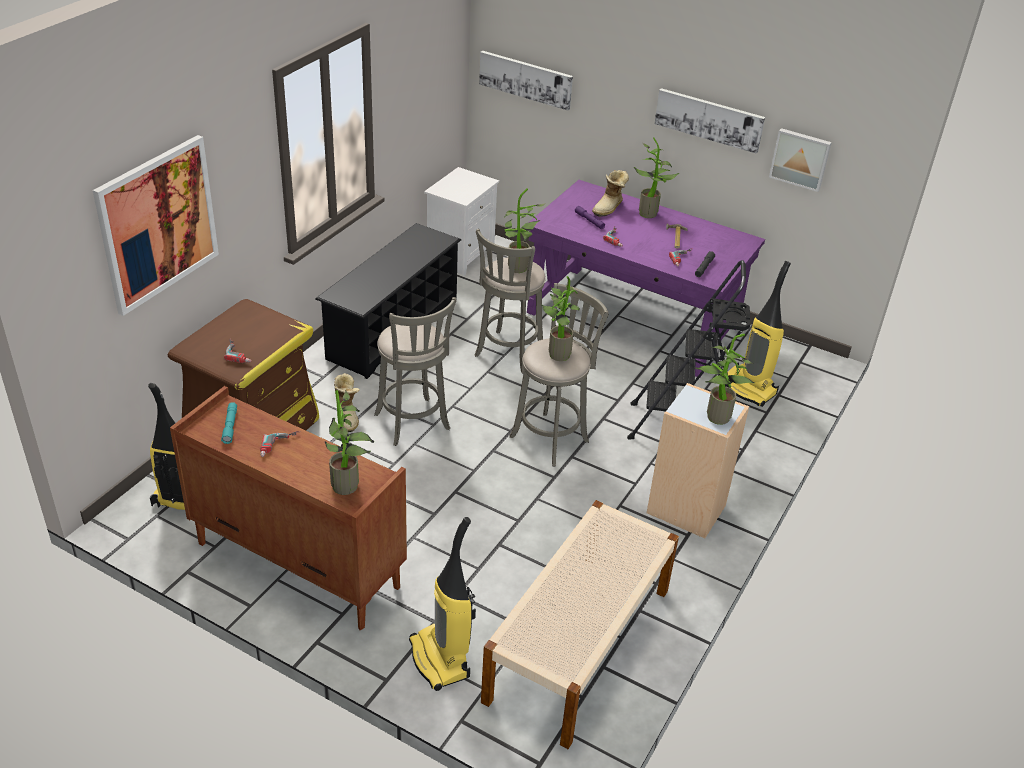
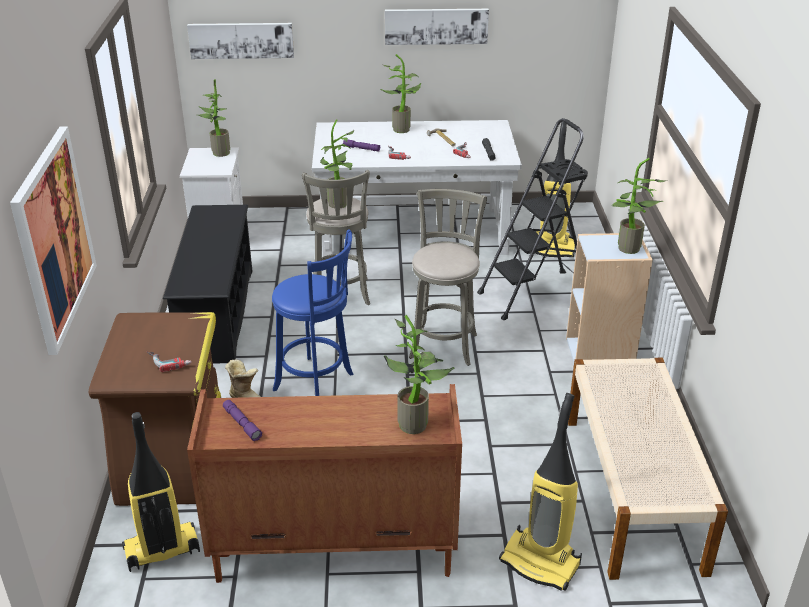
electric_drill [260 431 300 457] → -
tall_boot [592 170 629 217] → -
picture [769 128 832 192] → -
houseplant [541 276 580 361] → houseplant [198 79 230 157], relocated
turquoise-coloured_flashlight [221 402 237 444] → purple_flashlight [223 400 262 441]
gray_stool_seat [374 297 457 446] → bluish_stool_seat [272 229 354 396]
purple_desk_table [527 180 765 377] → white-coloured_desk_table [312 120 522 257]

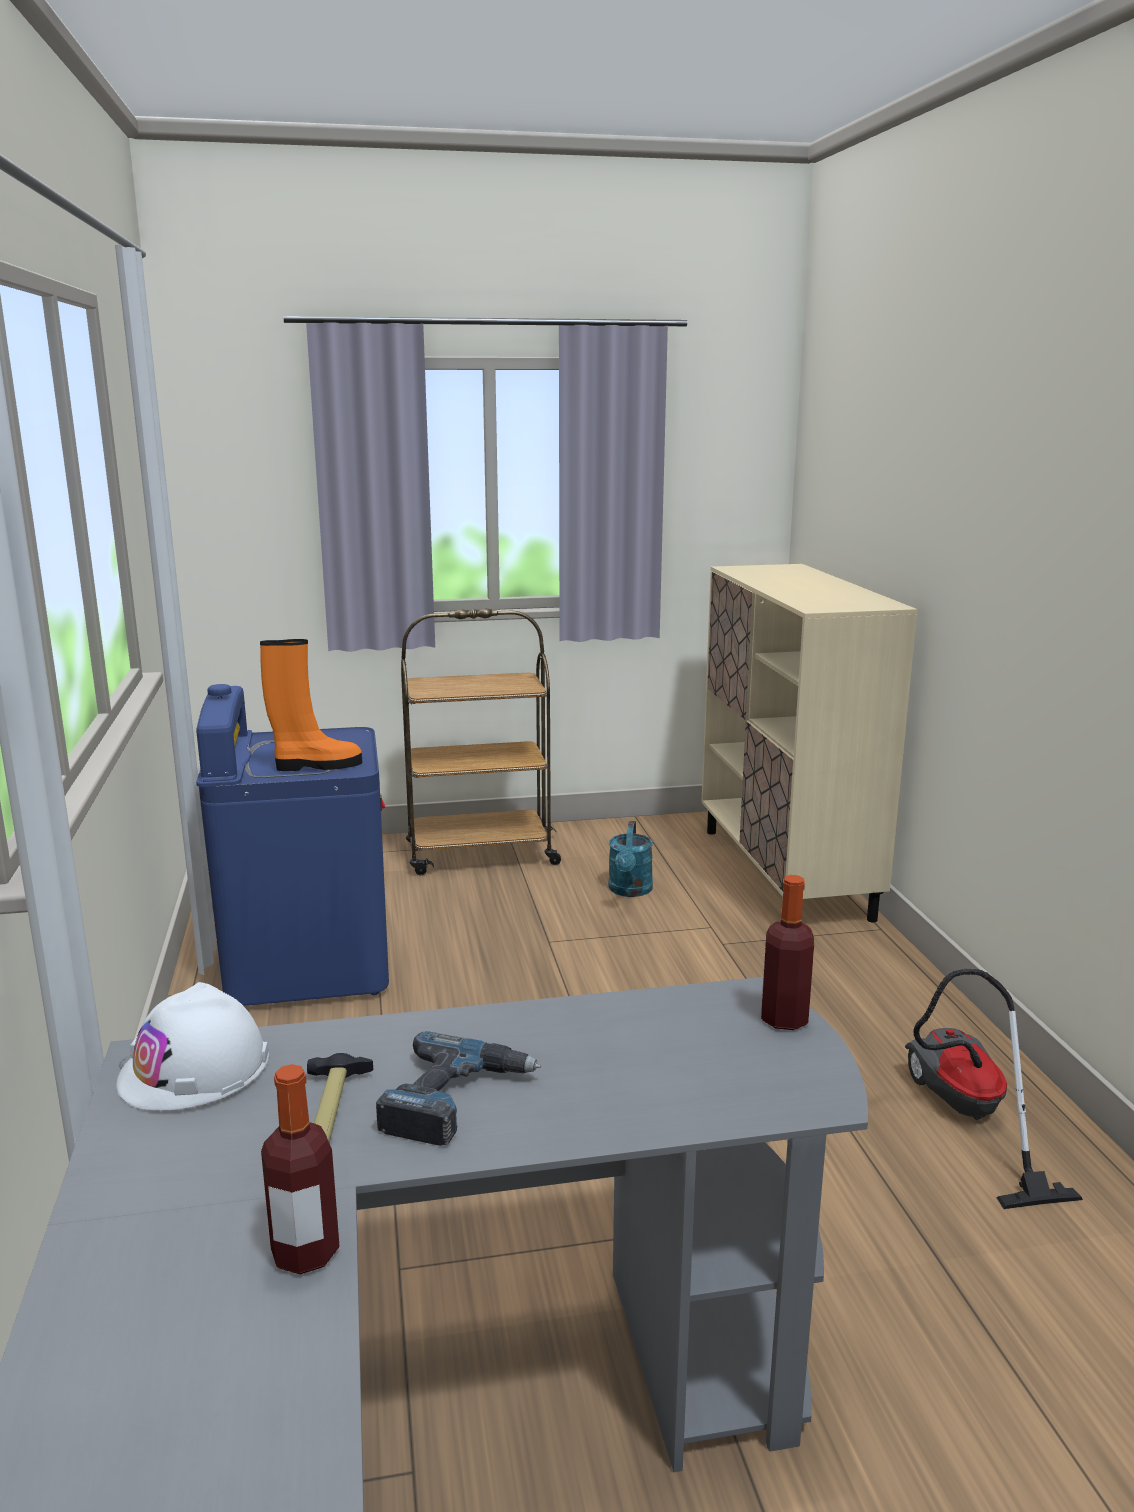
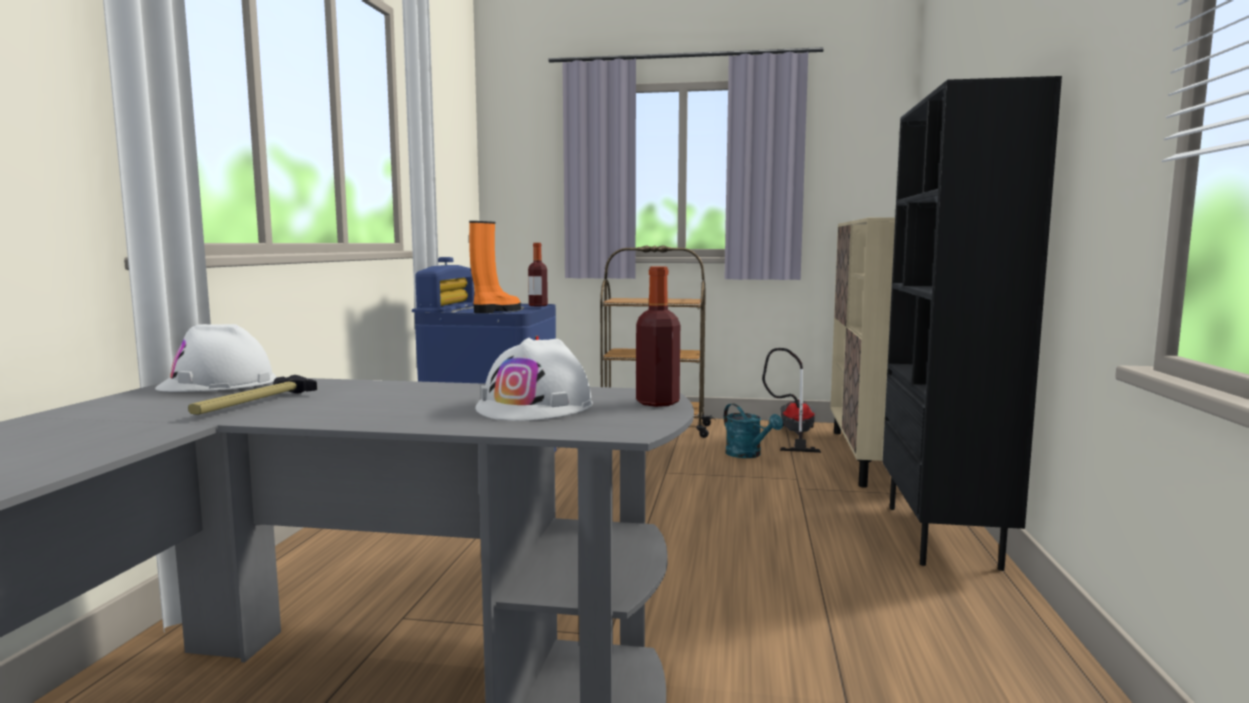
electric_drill [376 1031 541 1146] → -
- → white-coloured_work_helmet [475 338 593 421]
- → blackish_bookcase [883 76 1062 571]
beverage_bottle [261 1064 340 1274] → beverage_bottle [528 243 548 306], relocated
vacuum_cleaner [905 969 1083 1209] → vacuum_cleaner [762 348 821 453], relocated
orangey_tall_boot [260 639 362 771] → orangey_tall_boot [469 221 521 313], 60 degrees counterclockwise
turquoise-coloured_watering_pot [608 821 653 897] → turquoise-coloured_watering_pot [724 404 783 458], 60 degrees counterclockwise

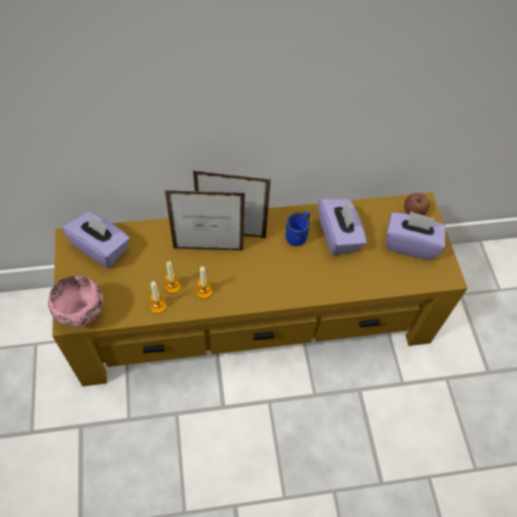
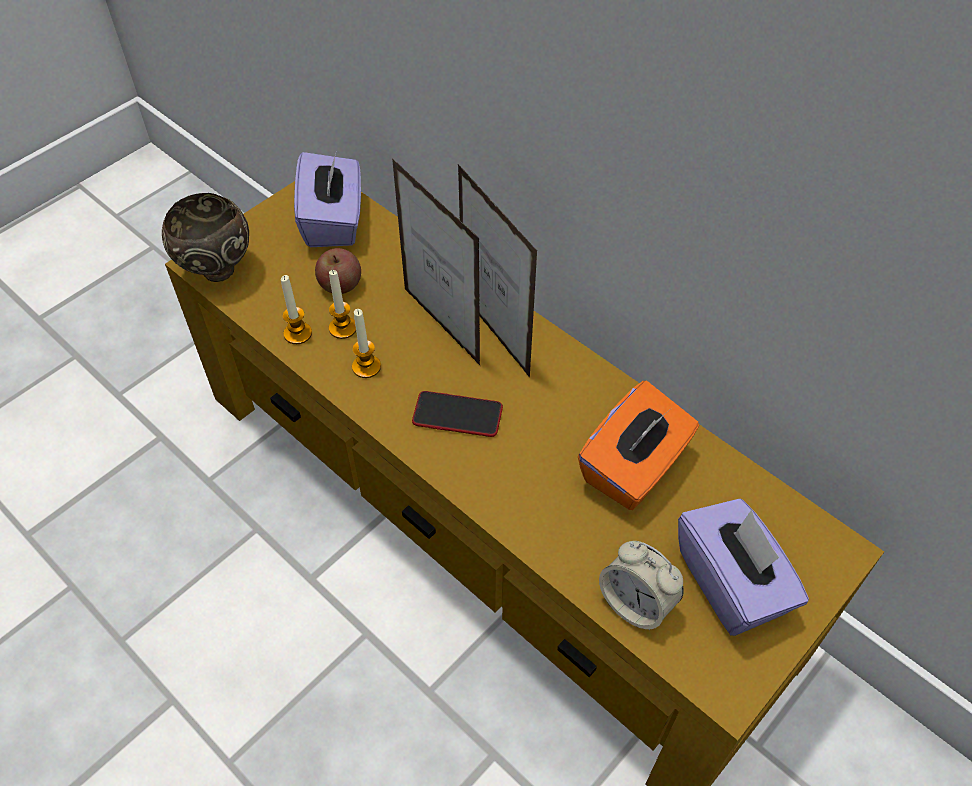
bluish_mug [286 211 310 246] → -
- → phone [412 391 503 437]
- → bedside_clock [599 541 684 630]
apple_fruit [404 193 430 215] → apple_fruit [315 248 361 294], relocated
pinkish_deep_dish [48 275 103 327] → brownish_deep_dish [162 193 249 282]
purple_tissue_box [318 199 367 256] → orangey_tissue_box [578 381 699 510]

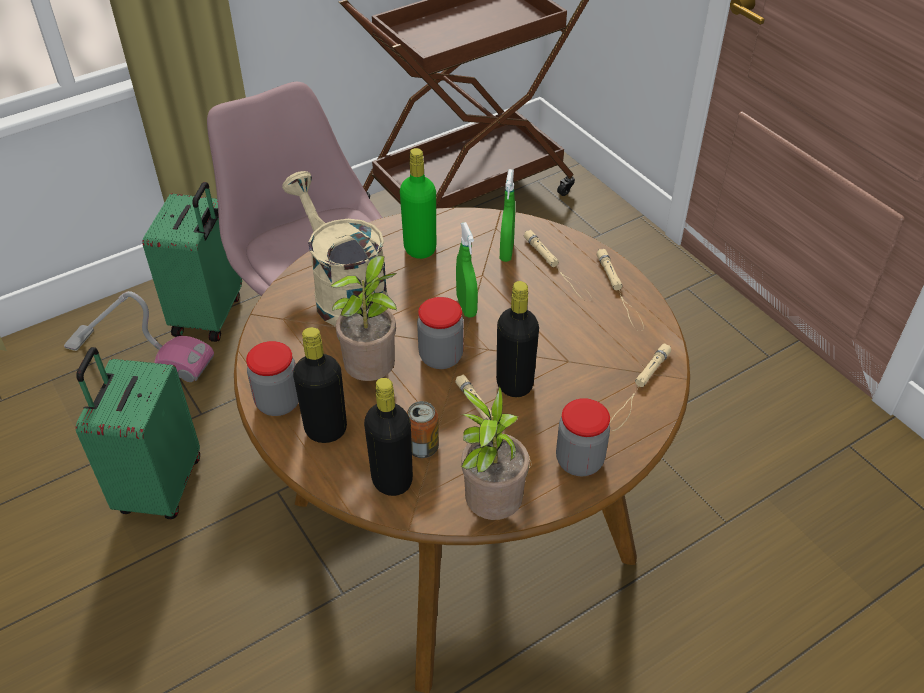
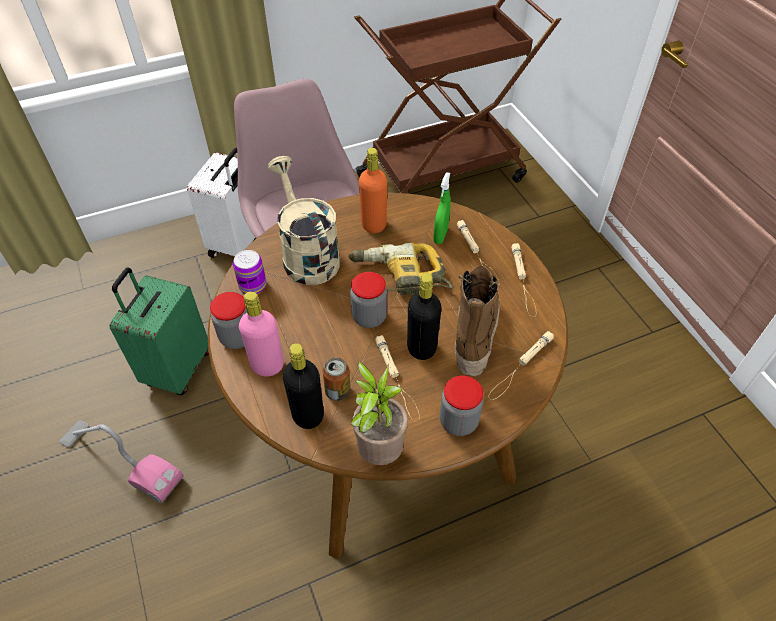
houseplant [330 255 397 381] → -
- → sealed_can [233 250 266 294]
- → tall_boot [455 266 500 376]
vacuum_cleaner [64 291 214 382] → vacuum_cleaner [59 420 184 503], relocated
greenish_sprayer [456 222 478 318] → electric_drill [348 242 453 296]
greenish_piece_of_luggage [143 182 242 342] → white-coloured_piece_of_luggage [187 148 255 260]
blackish_beverage_bottle [293 327 347 443] → pinkish_beverage_bottle [239 291 284 376]
greenish_beverage_bottle [400 148 436 259] → orangey_beverage_bottle [359 148 387 233]

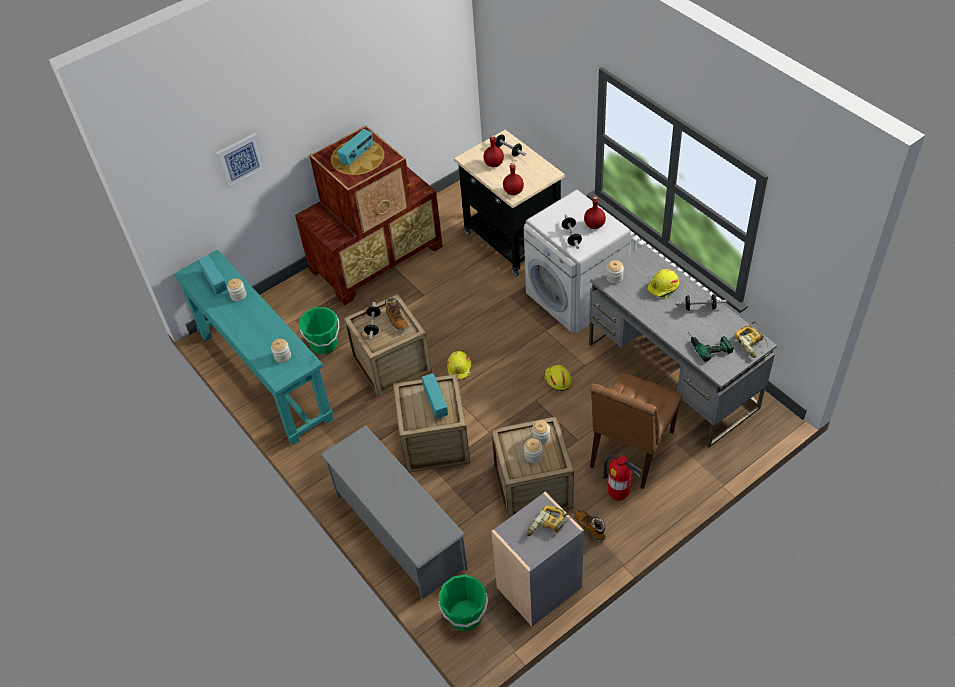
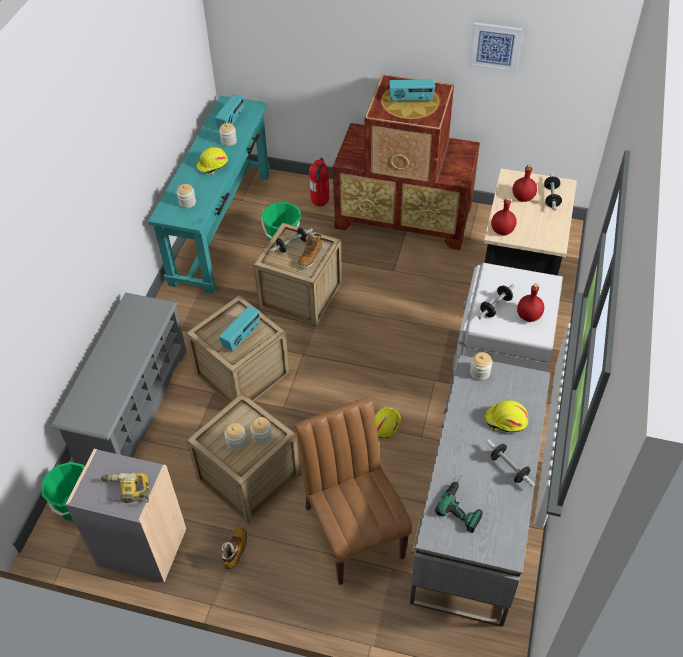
electric_drill [735 322 768 358] → -
picture [216 133 266 189] → picture [469 22 523 73], relocated
yellowish_work_helmet [447 351 471 380] → yellowish_work_helmet [196 147 228 175], relocated
fire_extinguisher [602 454 643 501] → fire_extinguisher [309 158 329 206], relocated
brownish_upright_chair [590 373 682 489] → brownish_upright_chair [295 398 412 585], 75 degrees clockwise

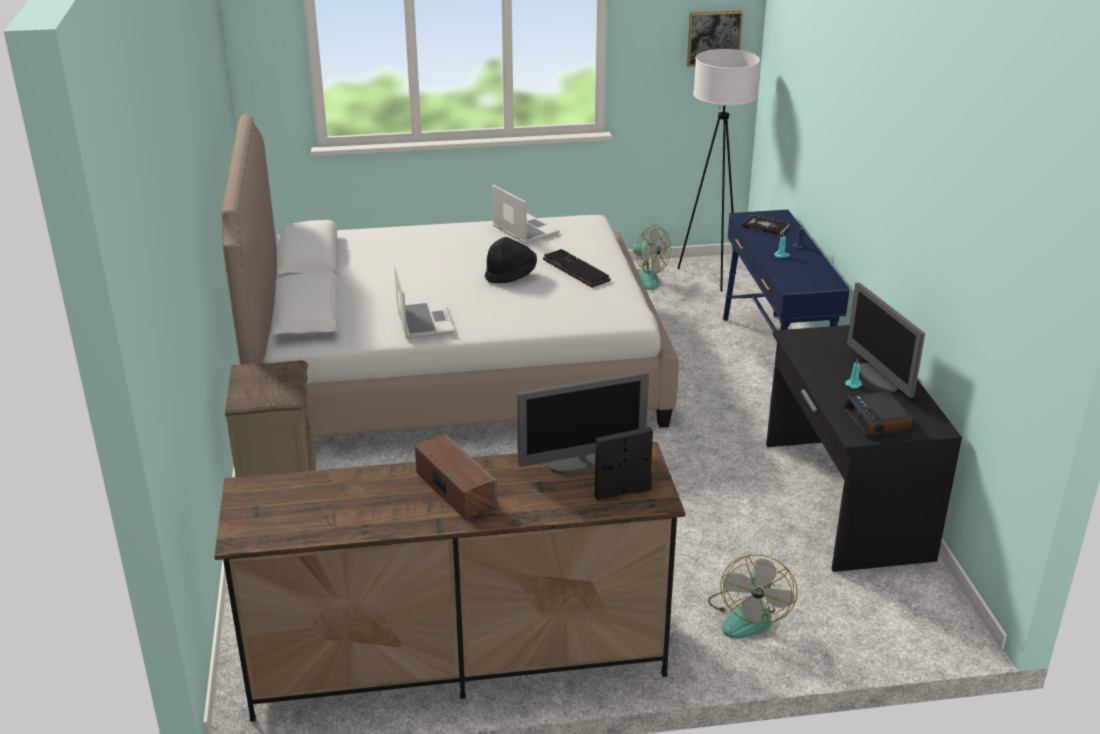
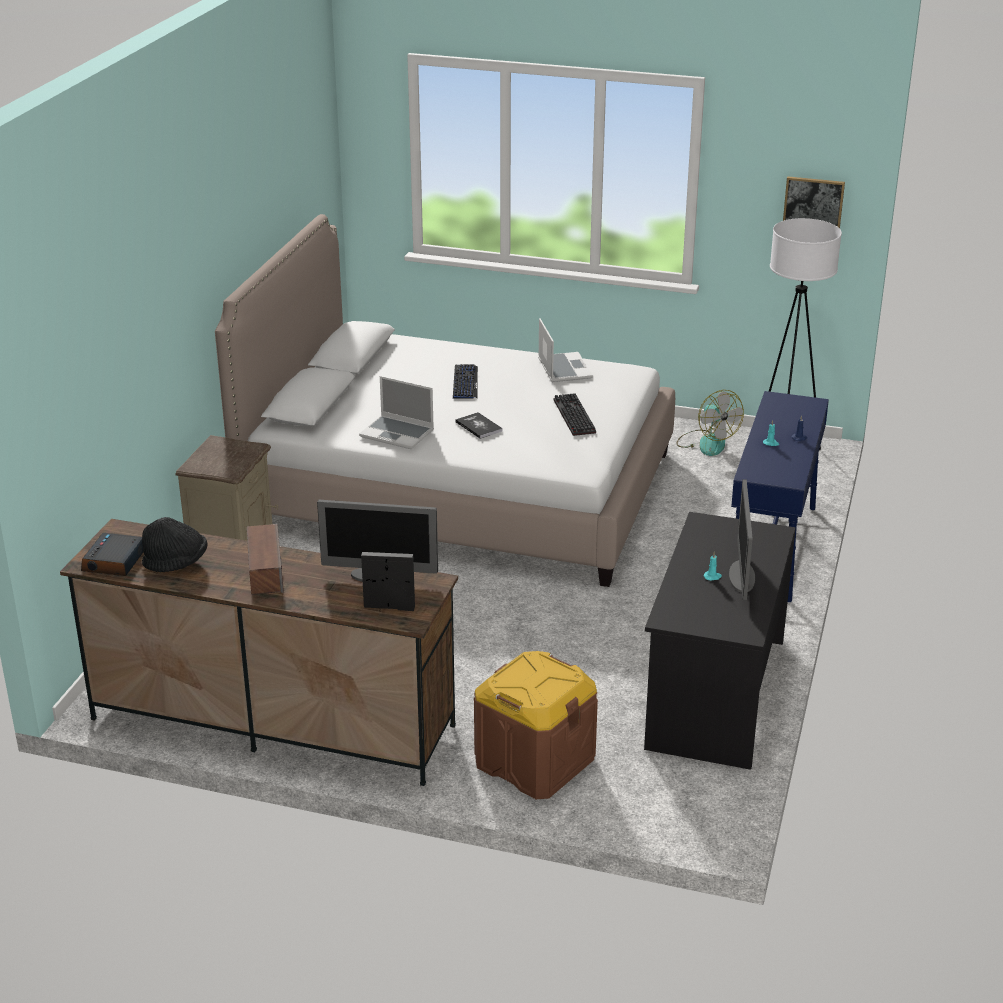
- → computer_keyboard [453 364 478 399]
blackish_wearable_hat [485 237 537 283] → blackish_wearable_hat [142 517 207 572], relocated
volume [741 215 789 236] → volume [455 412 503 439], relocated
bedside_clock [843 391 913 437] → bedside_clock [81 533 143 576], relocated
electric_fan [708 555 798 638] → brownish_storage_bin [474 651 598 799]
laptop [394 264 454 339] → laptop [359 376 434 449], 105 degrees clockwise

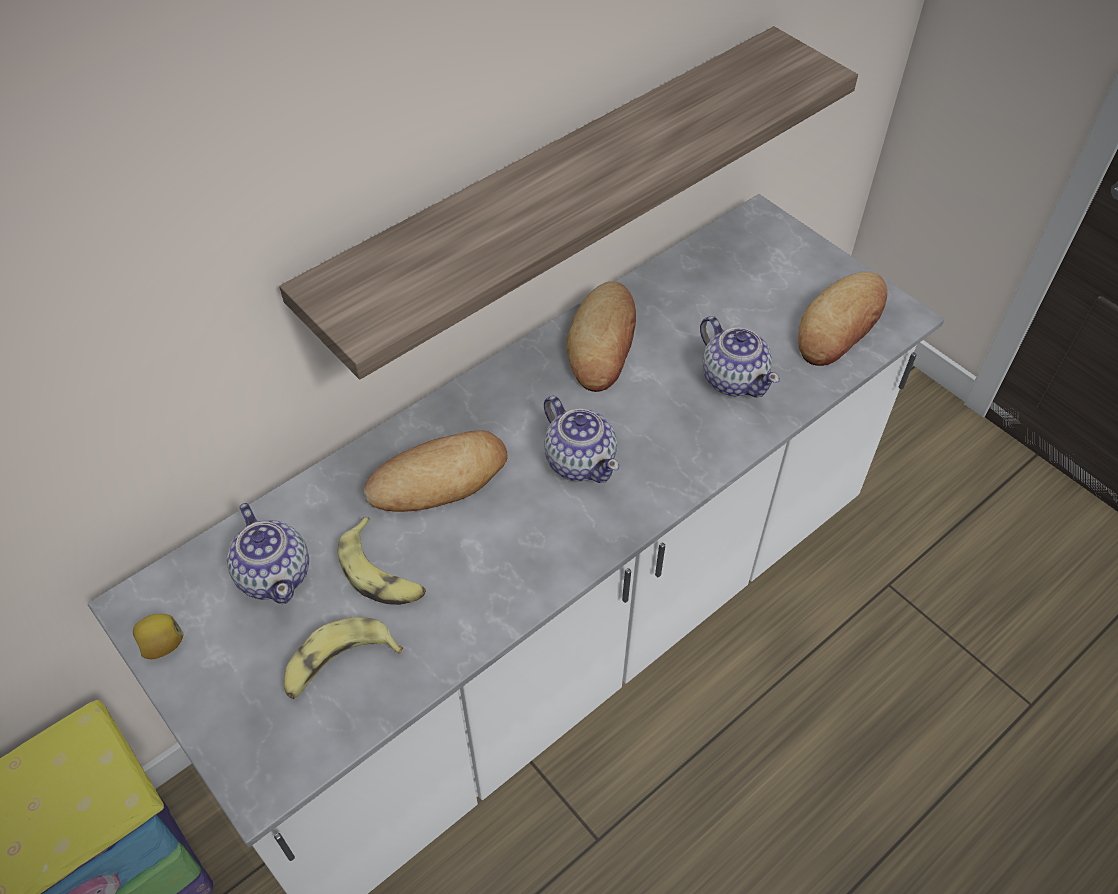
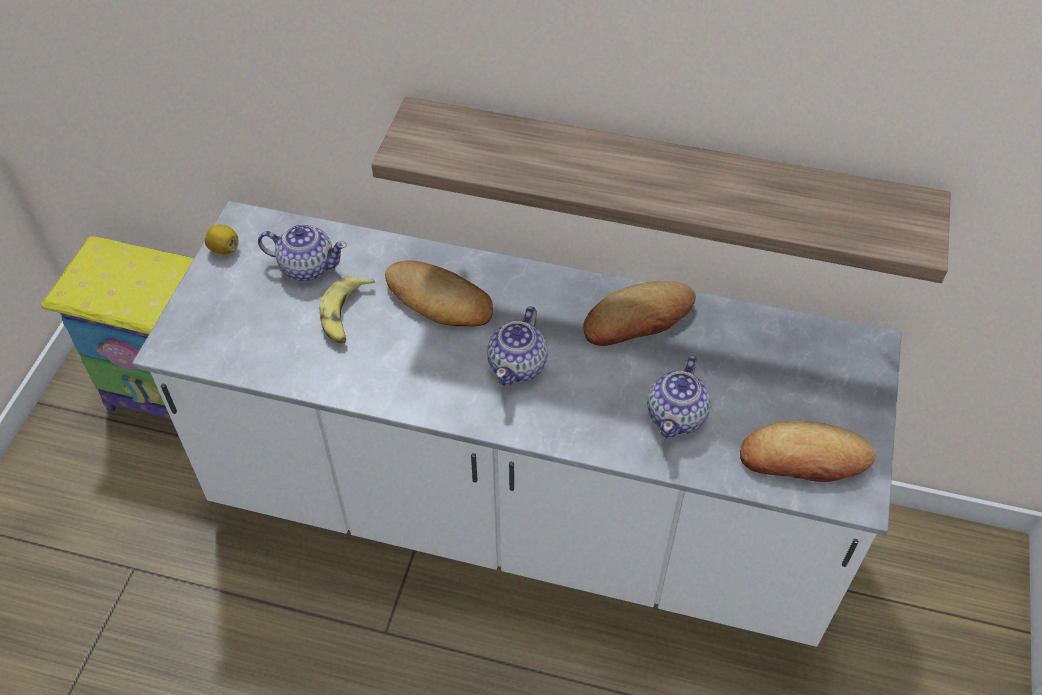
whole_banana [284 617 403 699] → -
teapot [227 503 309 604] → teapot [258 224 347 281], 105 degrees counterclockwise

